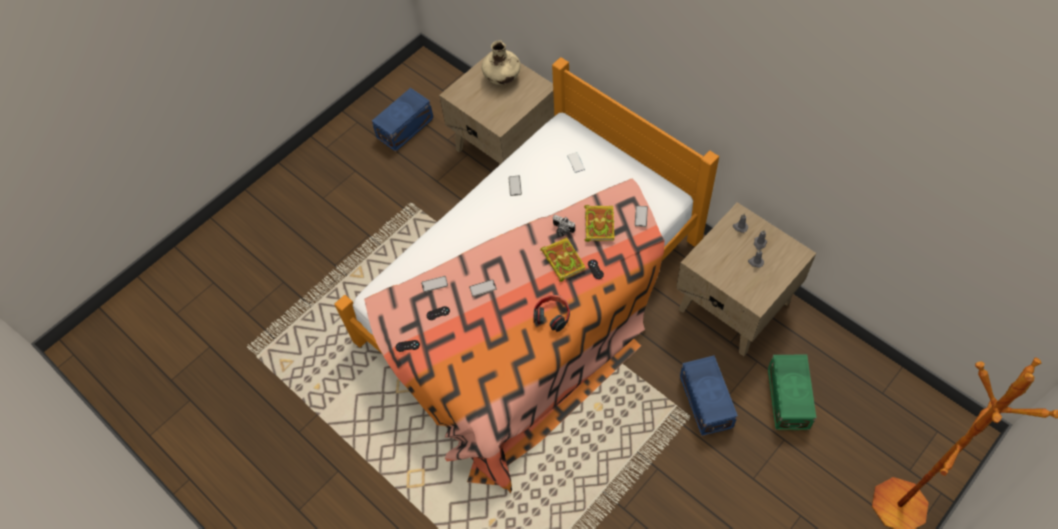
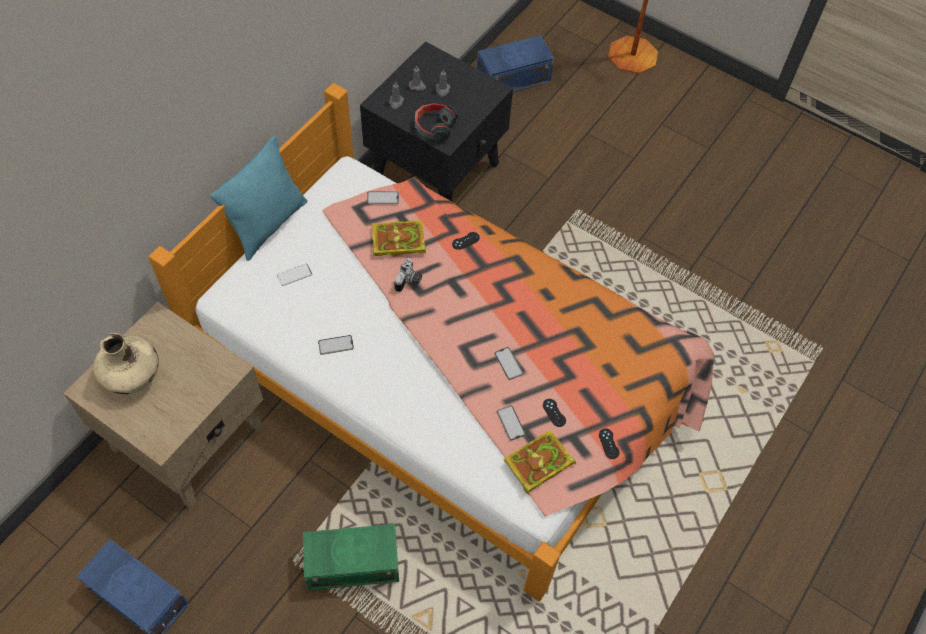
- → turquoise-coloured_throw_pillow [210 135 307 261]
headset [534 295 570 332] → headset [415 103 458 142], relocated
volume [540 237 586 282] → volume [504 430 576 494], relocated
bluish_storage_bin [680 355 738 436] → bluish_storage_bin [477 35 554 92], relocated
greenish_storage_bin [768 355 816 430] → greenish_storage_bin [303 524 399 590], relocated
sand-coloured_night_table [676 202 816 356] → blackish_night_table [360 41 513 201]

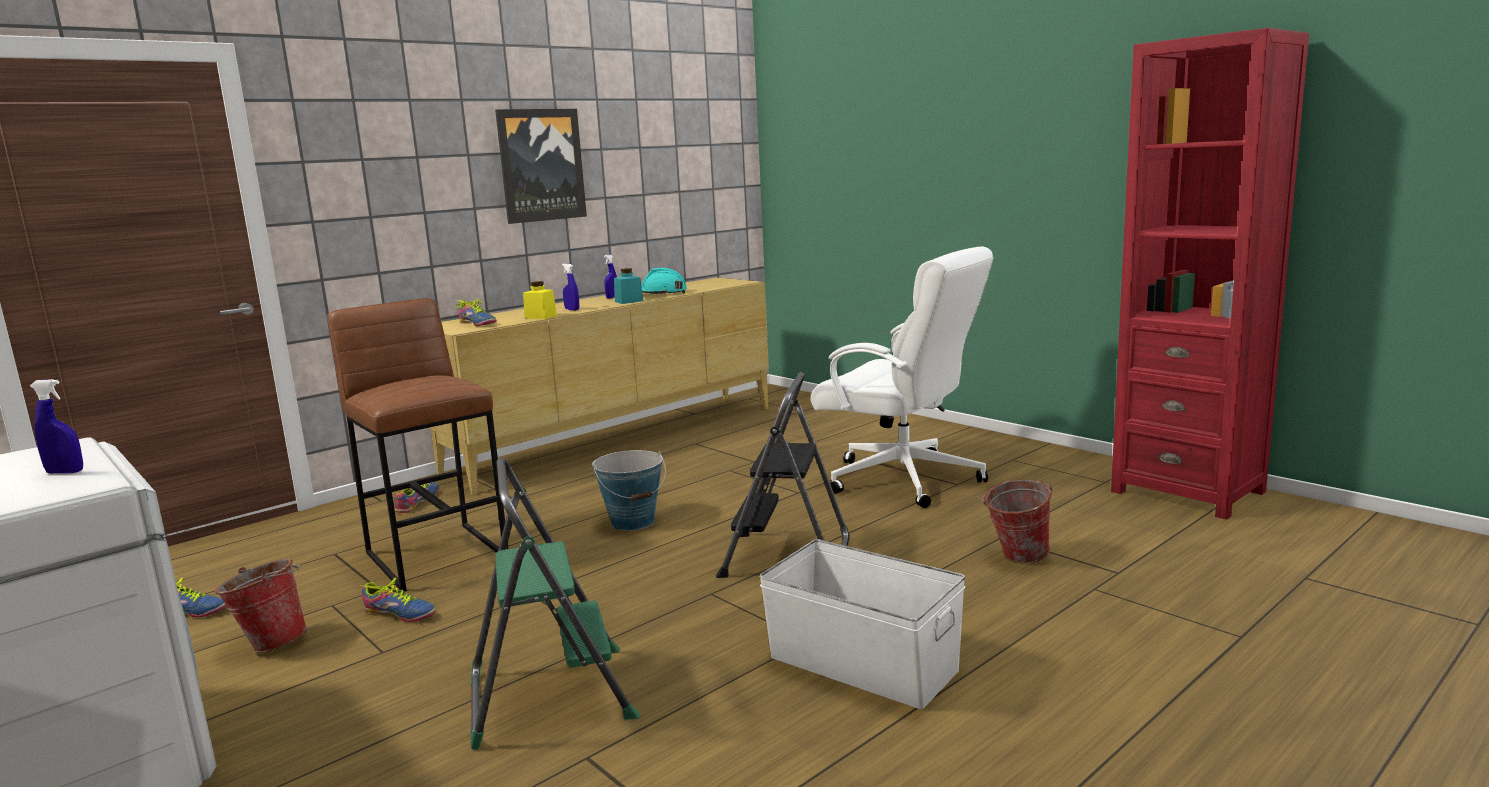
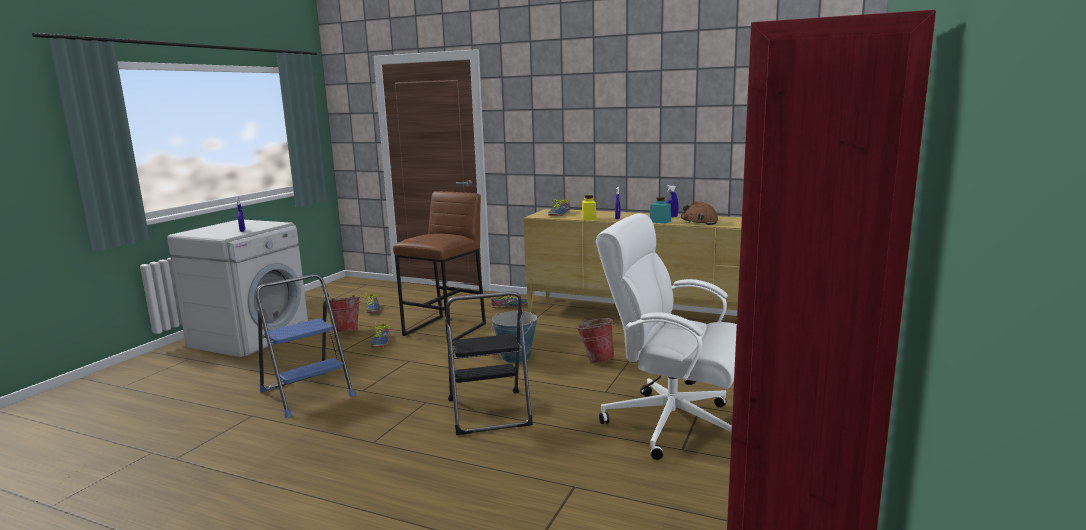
picture [495 109 587 224] → -
white-coloured_storage_bin [759 539 965 709] → -
bucket [981 479 1052 563] → bucket [576 318 616 363], relocated
greenish_step_ladder [471 457 640 750] → bluish_step_ladder [256 274 356 418]
turquoise-coloured_work_helmet [641 268 687 295] → brownish_work_helmet [681 201 718 225]
white-coloured_office_chair [811 246 993 508] → white-coloured_office_chair [596 213 737 460], 105 degrees clockwise

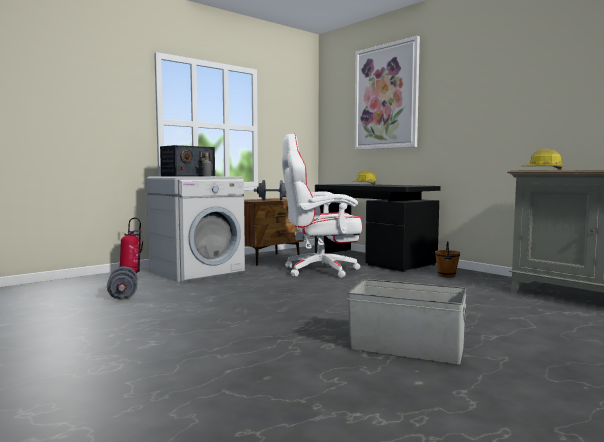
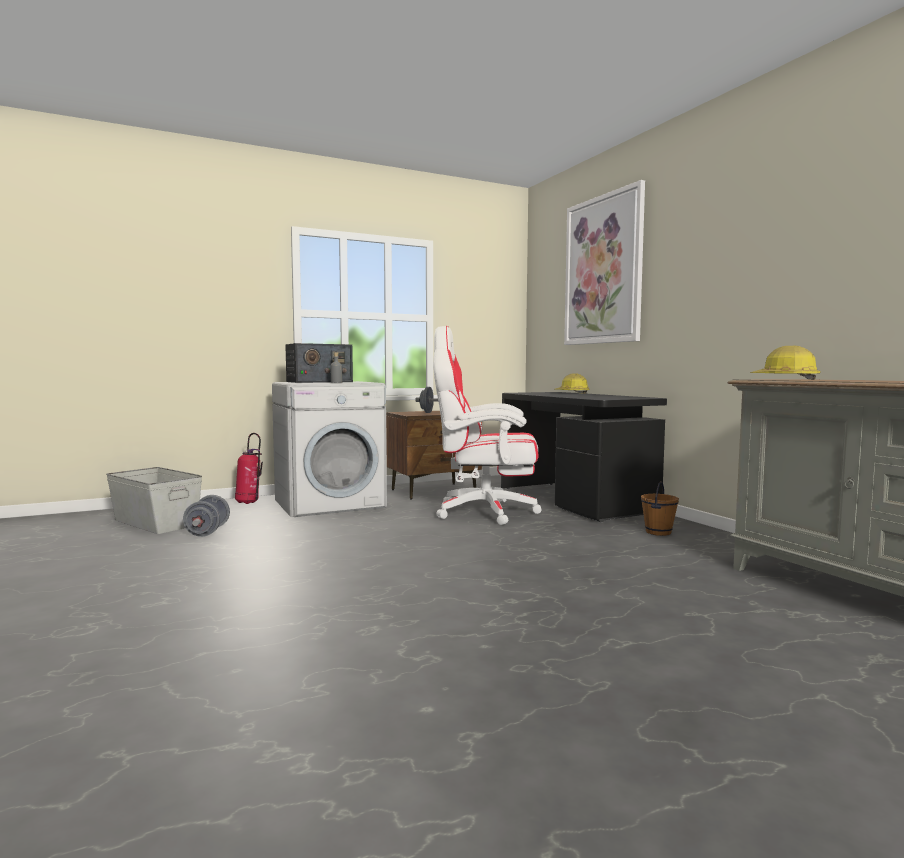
gray_storage_bin [347 279 467 364] → gray_storage_bin [106 467 202 534], relocated

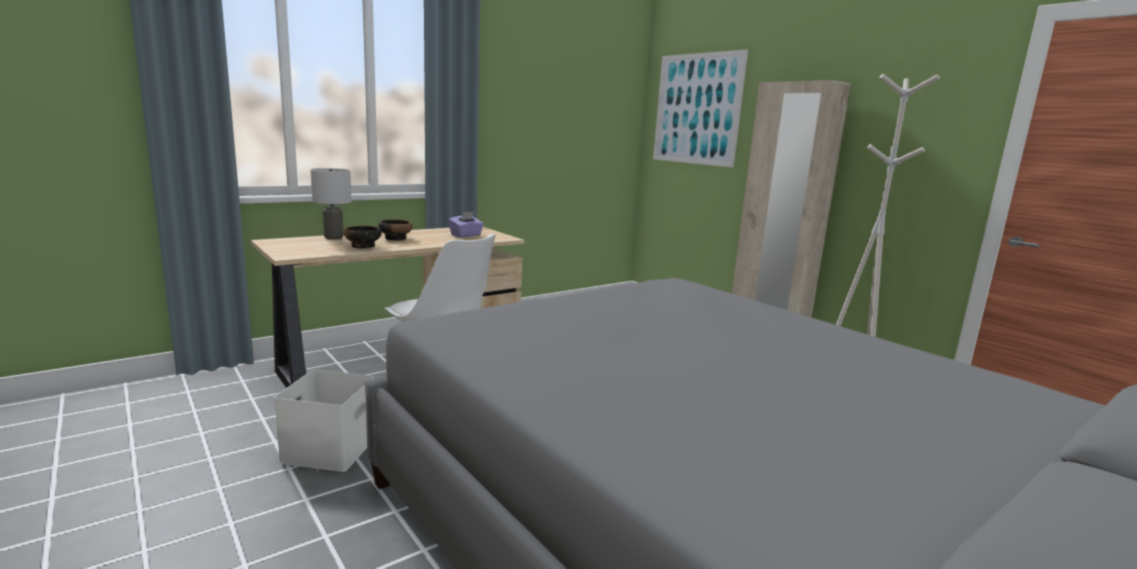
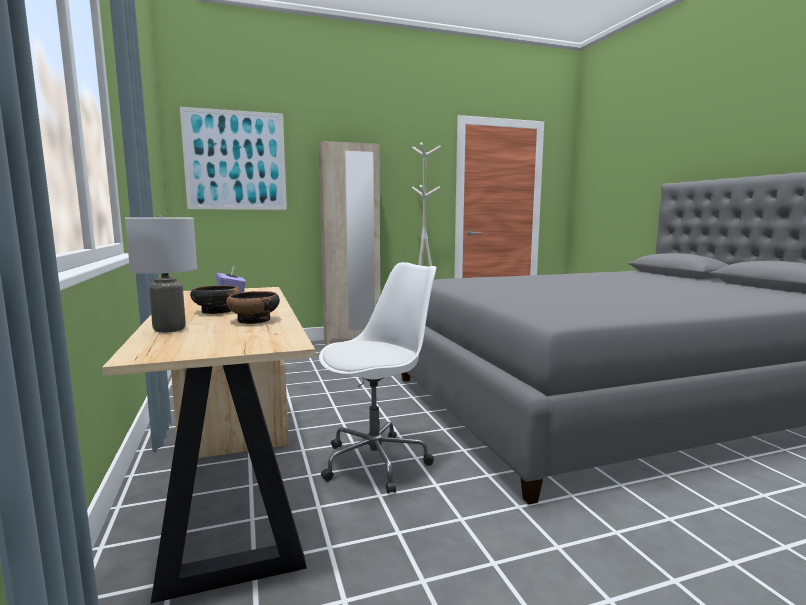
white-coloured_storage_bin [274 370 374 472] → -

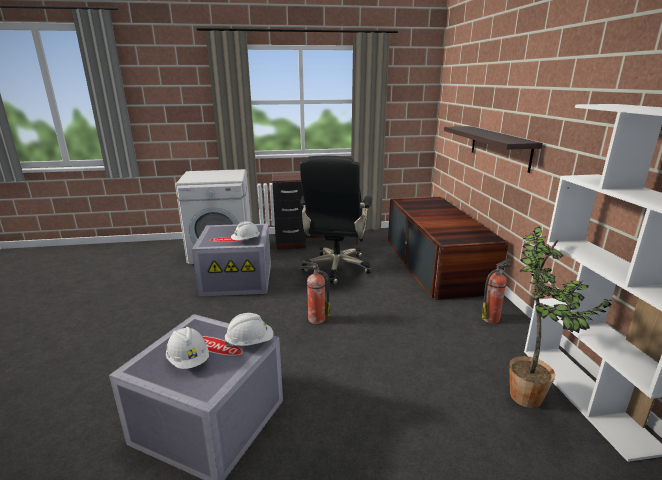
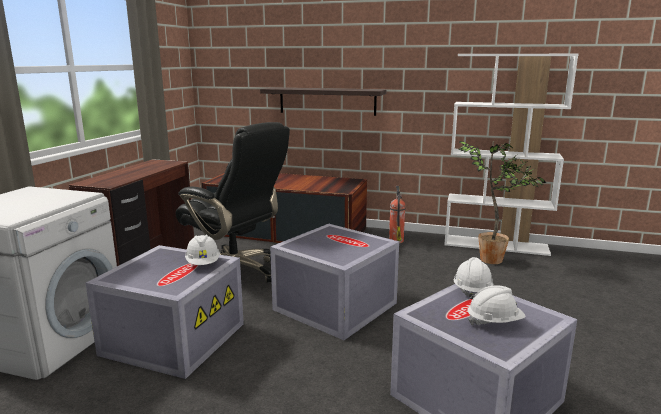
fire_extinguisher [300 261 330 324] → gray_storage_bin [270 224 399 340]

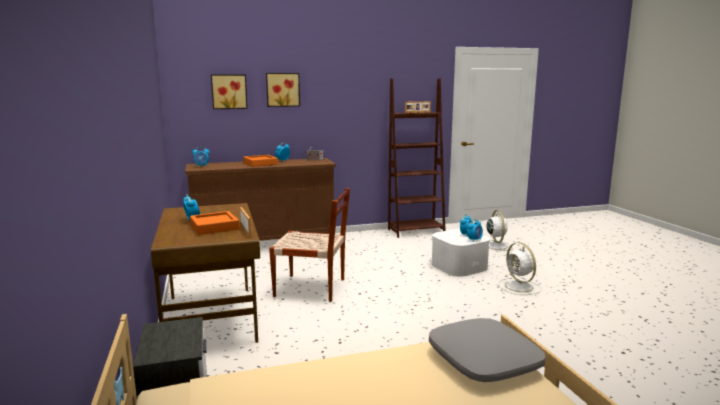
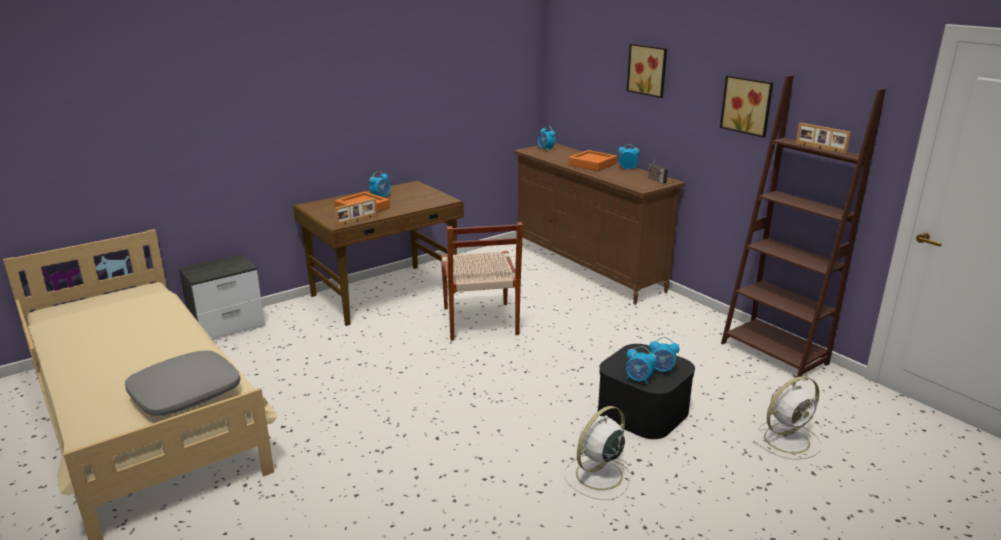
picture [211 74 248 109] → picture [720 75 773 138], relocated
white-coloured_storage_bin [432 229 490 277] → blackish_storage_bin [598 344 695 439]

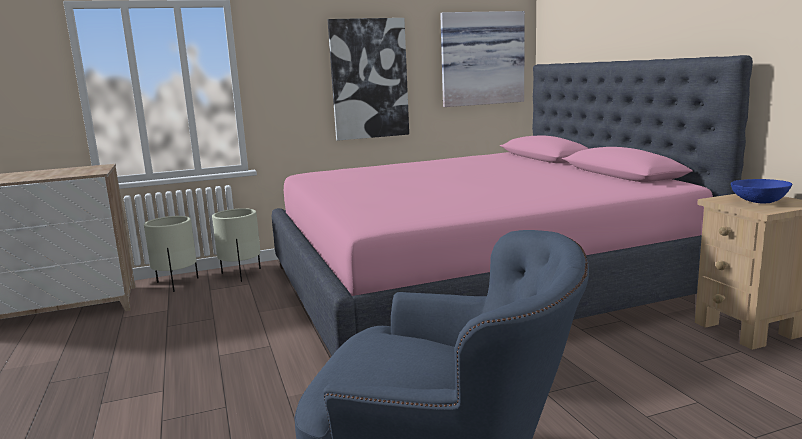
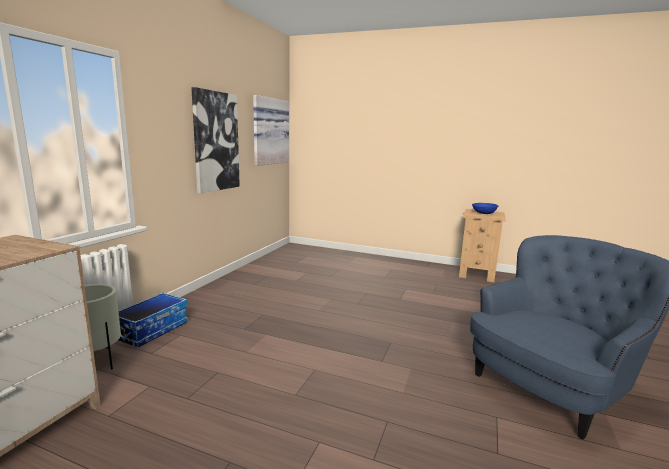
pinkish_bedroom_bed [272 55 753 356] → -
sand-coloured_plant_pot [212 208 261 282] → storage_bin [118 293 188 347]

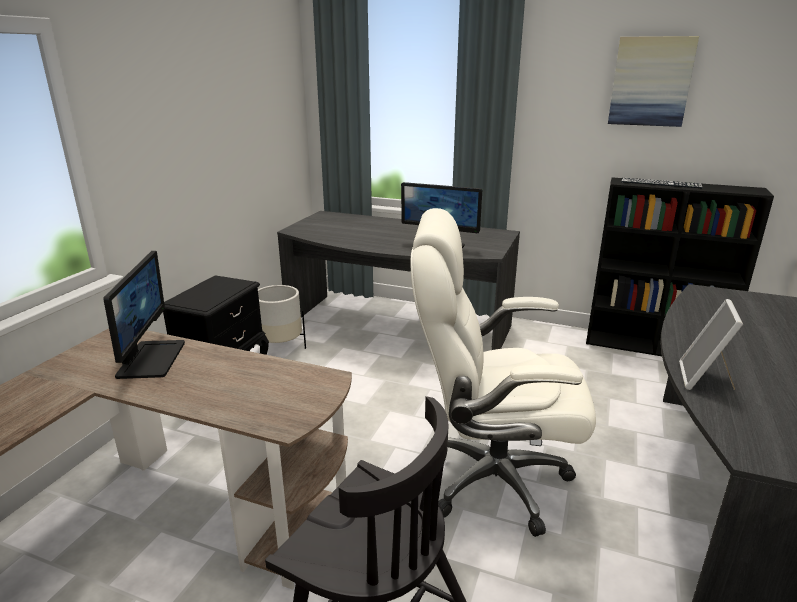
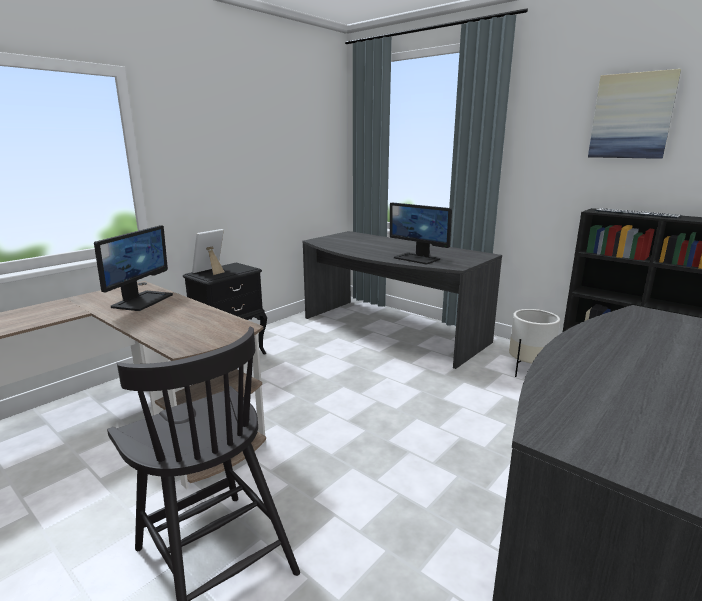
white-coloured_office_chair [411 208 596 537] → -
white-coloured_plant_pot [258 285 306 349] → white-coloured_plant_pot [509 309 560 377], relocated
photo_frame [679 299 743 390] → photo_frame [192 229 225 275], relocated

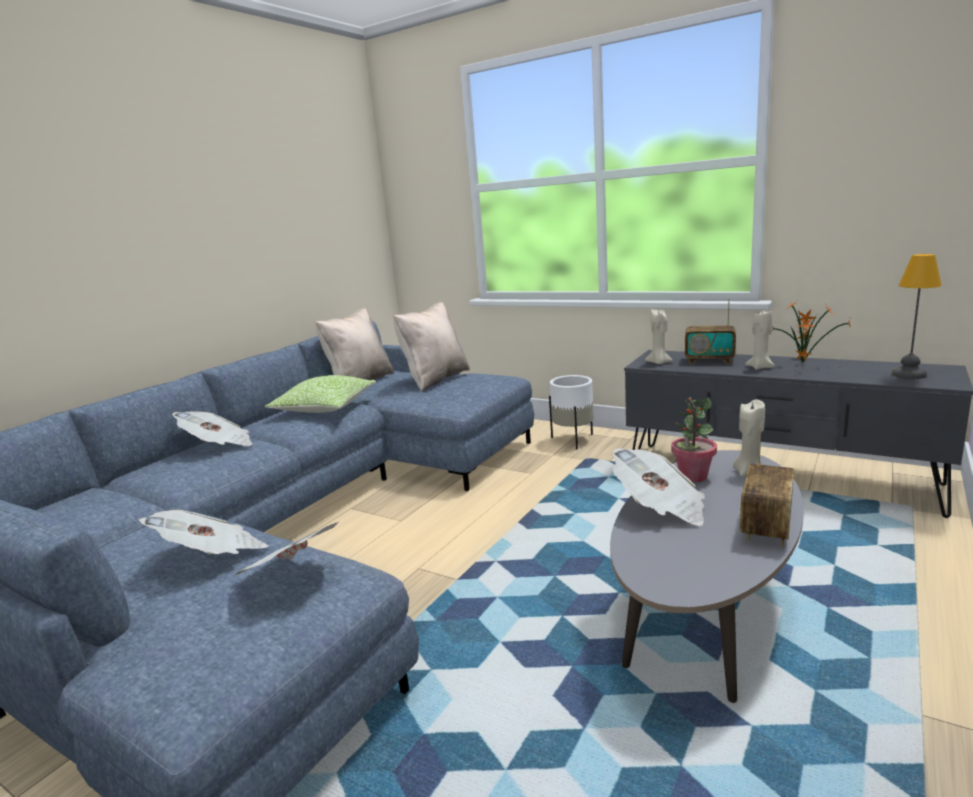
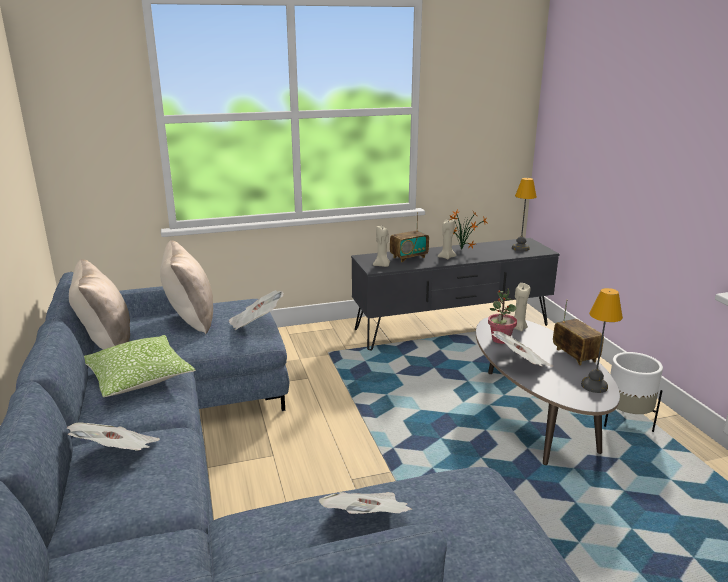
- → lamp_for_a_table [581 288 623 393]
daily_paper [234 522 339 576] → daily_paper [229 290 284 330], relocated
white-coloured_plant_pot [549 375 594 449] → white-coloured_plant_pot [604 352 663 432], relocated

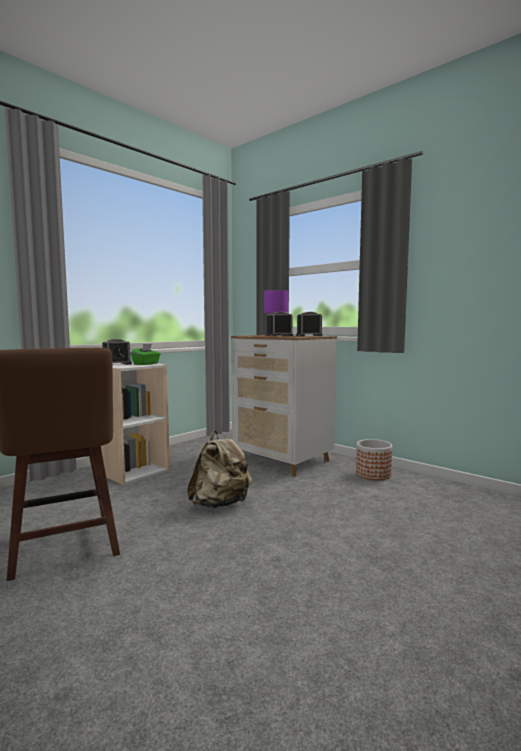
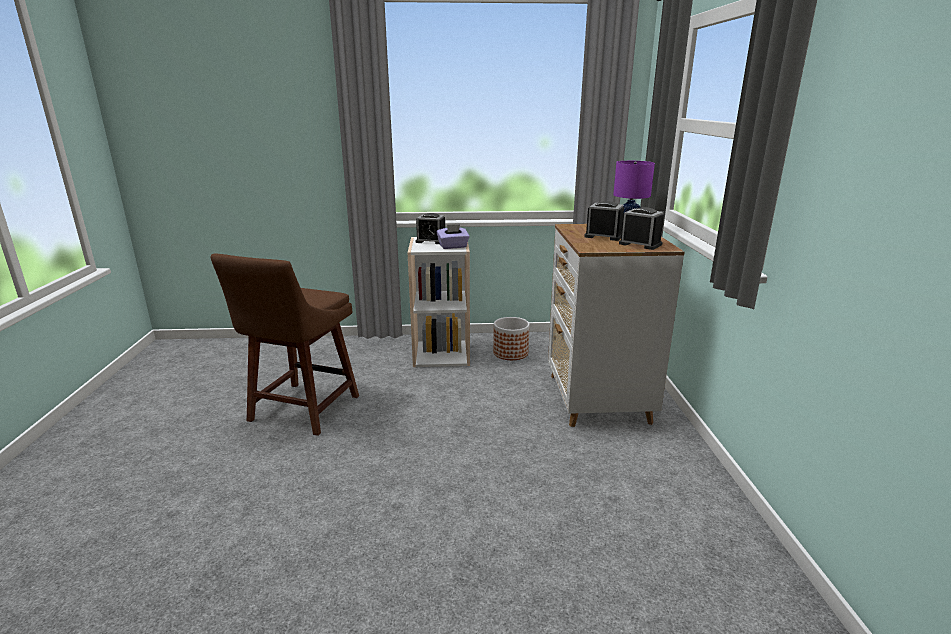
sand-coloured_knapsack [187 430 252 508] → -
plant_pot [356 439 392 480] → plant_pot [493 317 530 360], relocated
greenish_tissue_box [131 344 161 365] → purple_tissue_box [437 224 470 249]

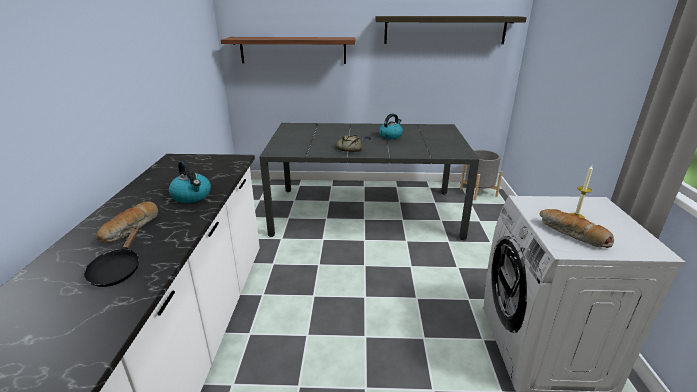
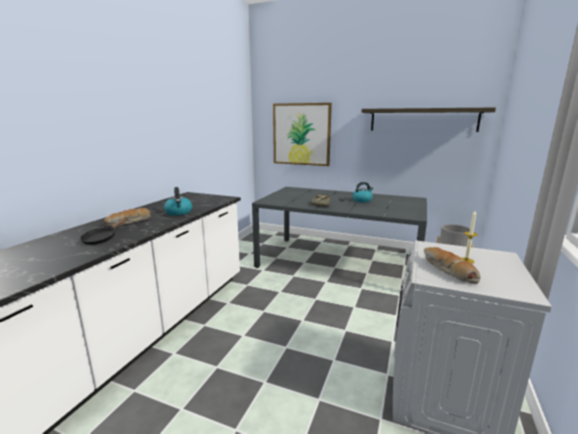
shelf [221 37 355 64] → picture [273 103 332 166]

